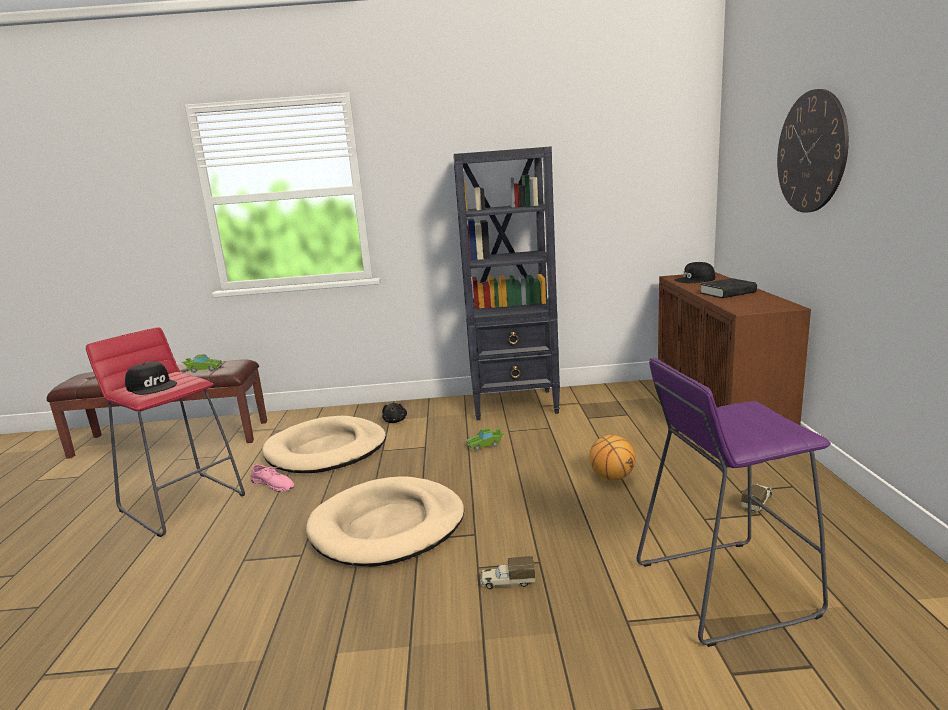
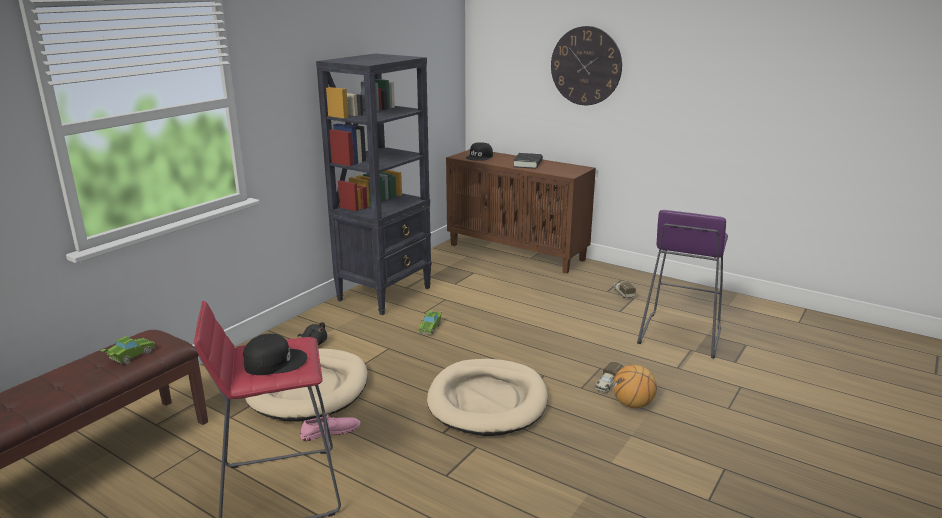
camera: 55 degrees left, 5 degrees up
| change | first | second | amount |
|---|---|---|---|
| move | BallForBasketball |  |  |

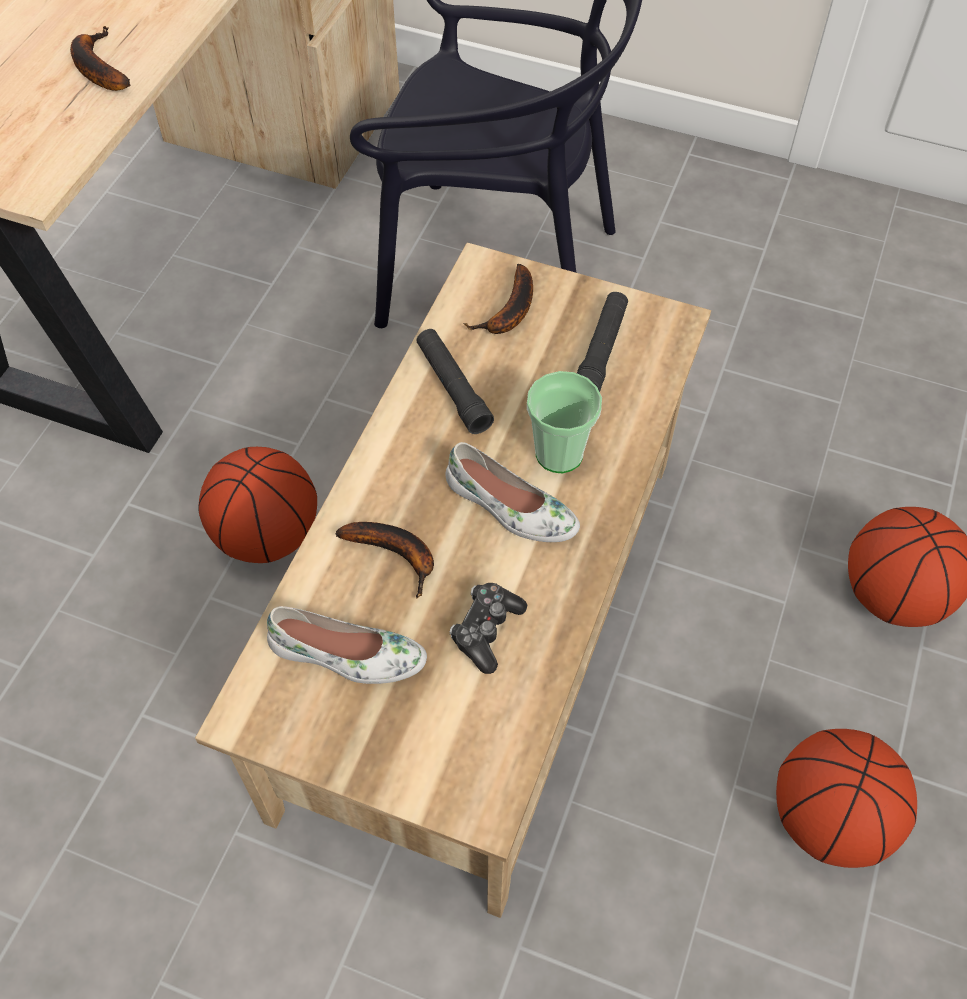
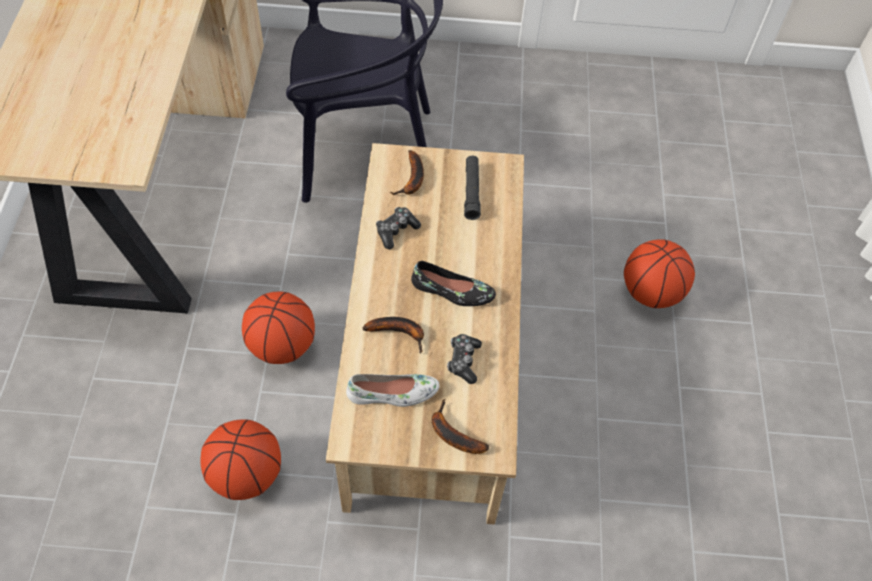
camera: 20 degrees left, 0 degrees up
| change | first | second | amount |
|---|---|---|---|
| move | BananaFruit (1st from left in the first image) | BananaFruit (3rd from left) |  |
| replace | BlackishFlashlight (1st from left) | Gamepad (1st from left) |  |
| delete | SmallCup |  |  |
| recolor | WhiteItemOfFootwear (2nd from left) | BlackishItemOfFootwear |  |
| move | BallForBasketball (2nd from left in the first image) | BallForBasketball (1st from left) |  |

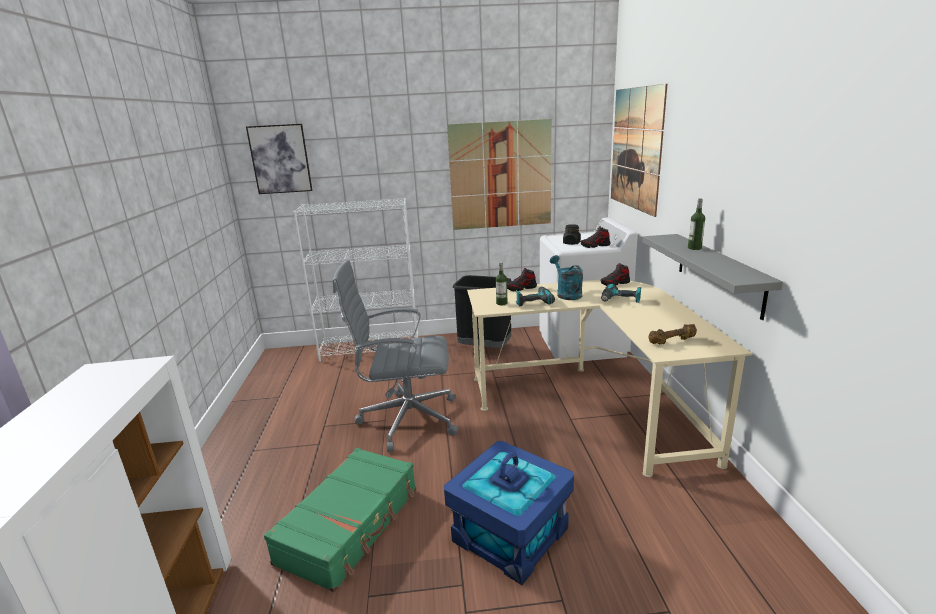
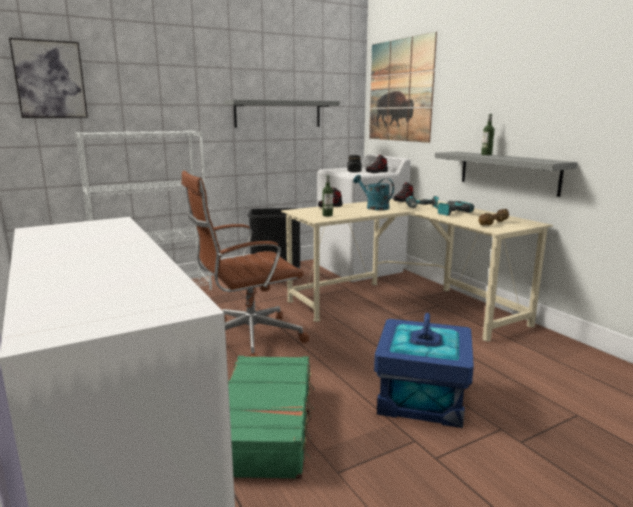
camera: 25 degrees left, 5 degrees down
| change | first | second | amount |
|---|---|---|---|
| replace | Picture (2nd from left) | GreyishShelf (1st from left) |  |
| recolor | GreyishOfficeChair | BrownishOfficeChair |  |
| move | ElectricDrill (1st from left in the first image) | ElectricDrill (2nd from left) |  |

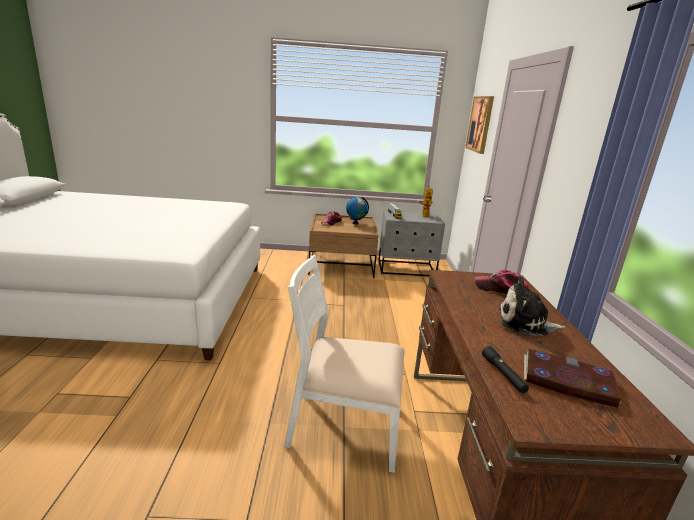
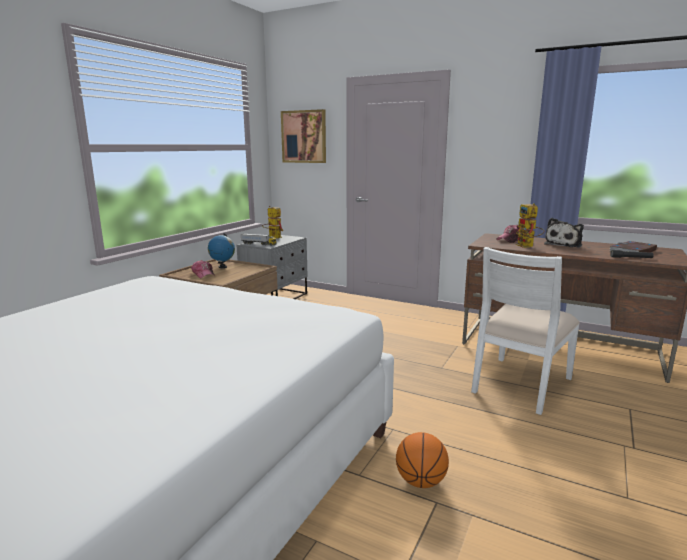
camera: 60 degrees left, 5 degrees down
| change | first | second | amount |
|---|---|---|---|
| insert |  | ToyRobot (2nd from left) |  |
| insert |  | BallForBasketball |  |

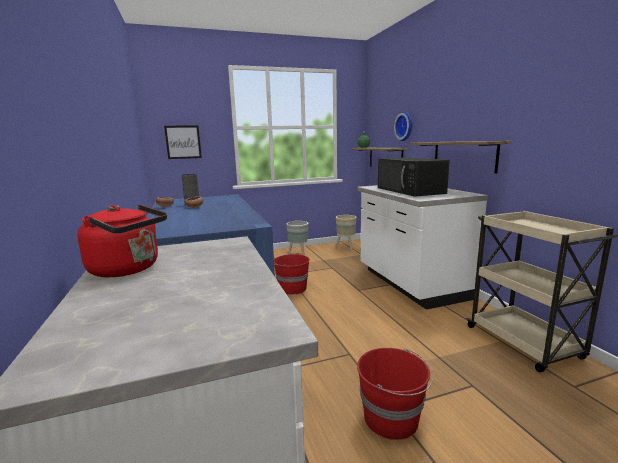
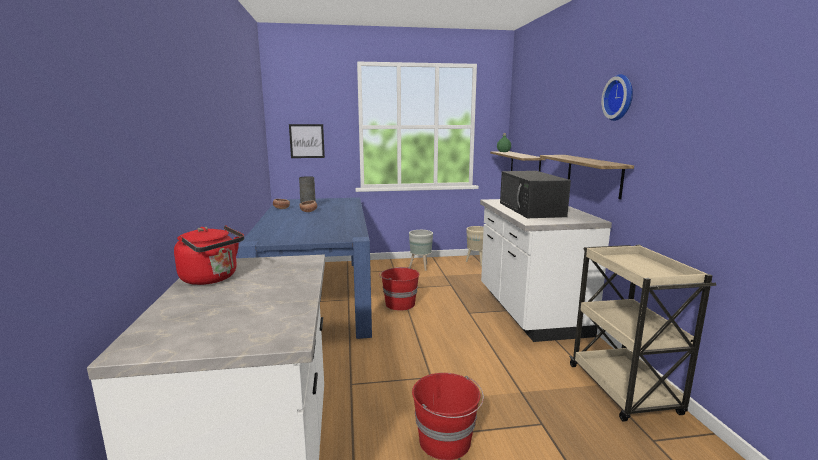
camera: 10 degrees right, 0 degrees up
| change | first | second | amount |
|---|---|---|---|
| move | ClockOnTheWall |  |  |

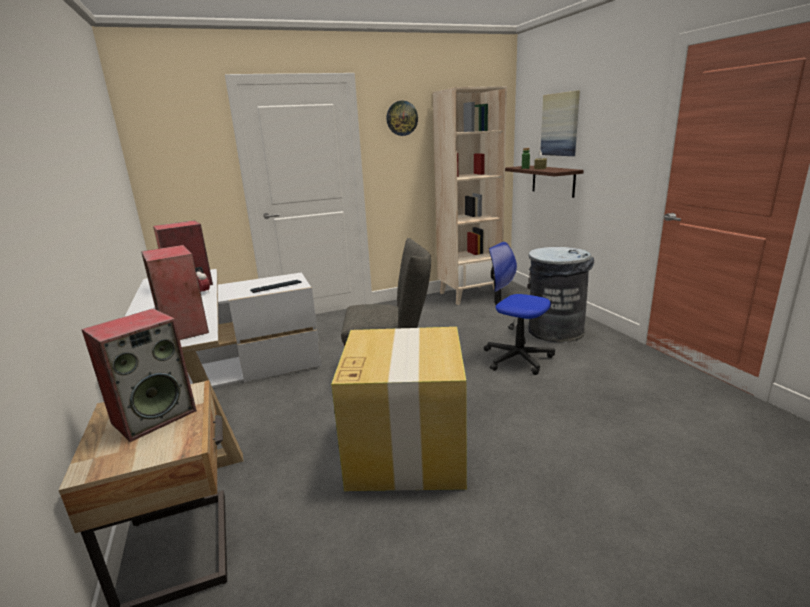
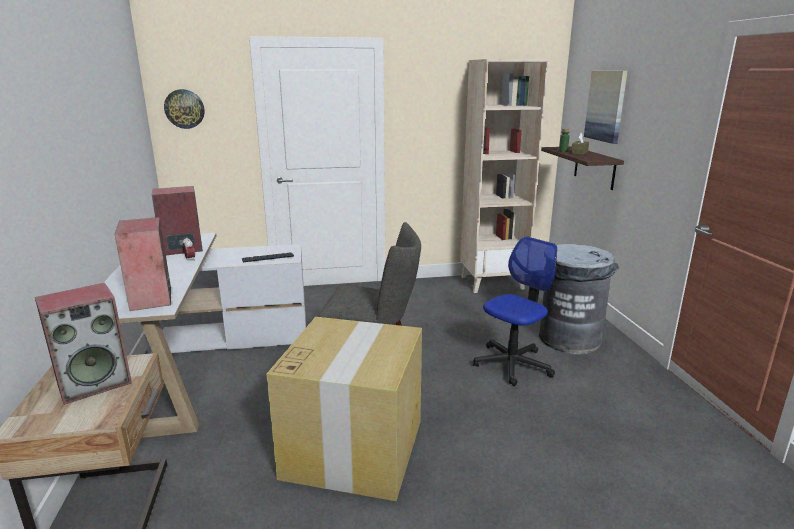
camera: 10 degrees right, 0 degrees up
| change | first | second | amount |
|---|---|---|---|
| move | ClockOnTheWall |  |  |
| rotate | OfficeChair |  | 90 degrees clockwise |

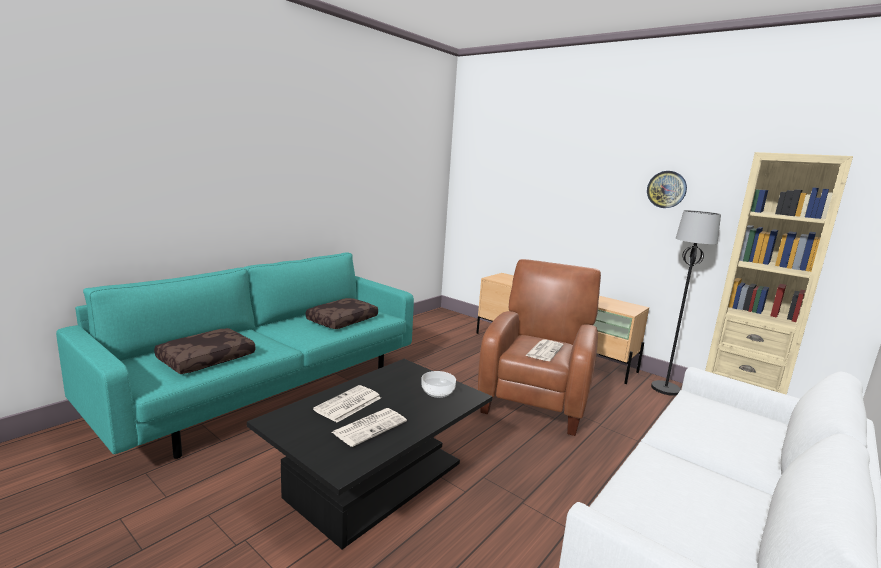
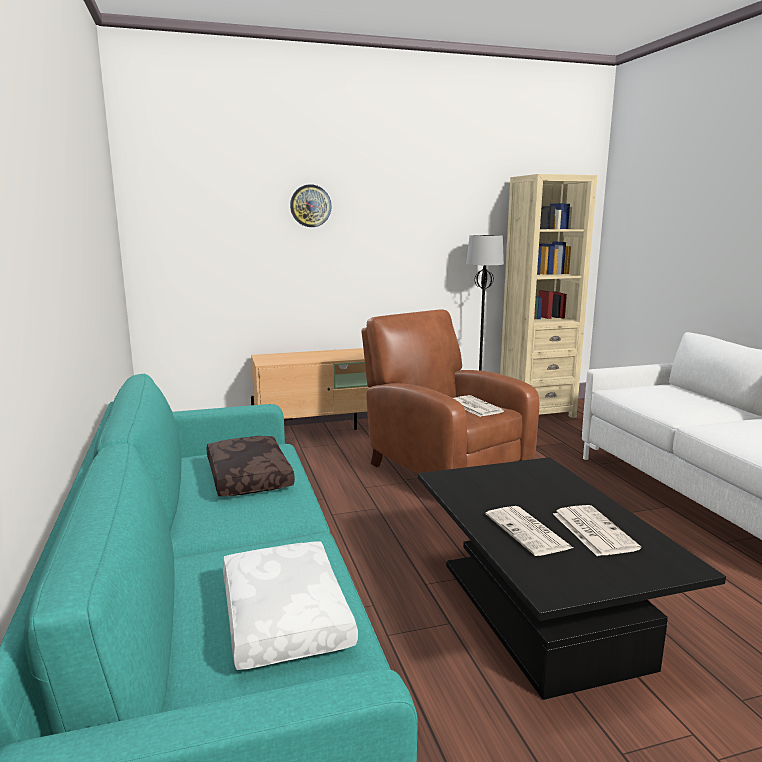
camera: 55 degrees left, 0 degrees up
| change | first | second | amount |
|---|---|---|---|
| move | ClockOnTheWall |  |  |
| recolor | BrownishThrowPillow (1st from left) | WhiteThrowPillow |  |
| delete | ServingBowl |  |  |

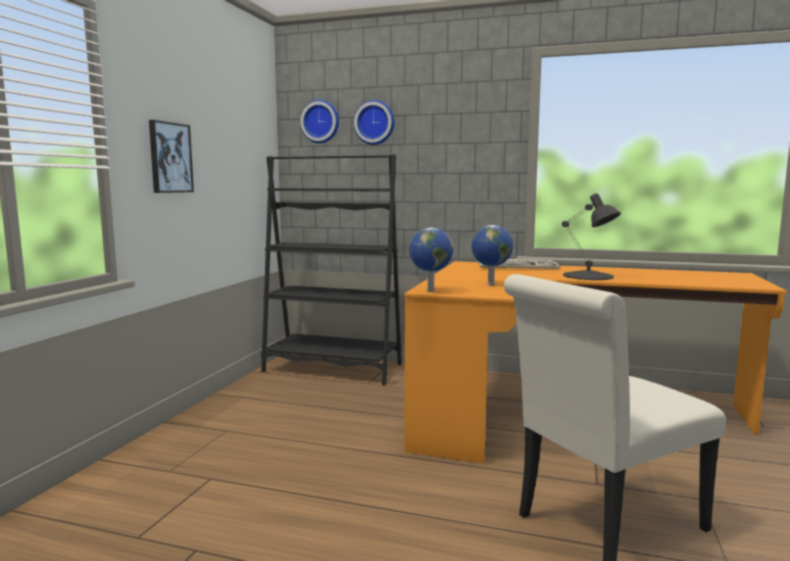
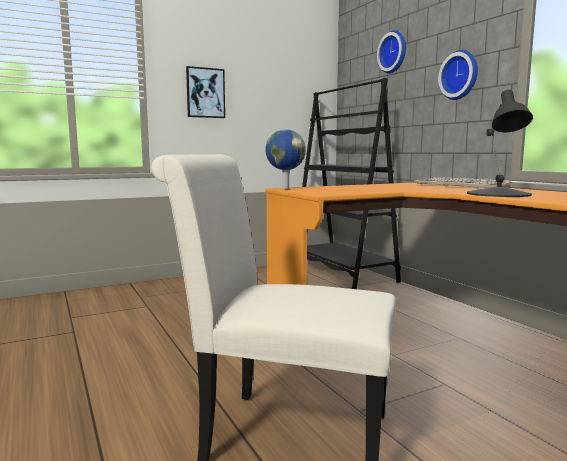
camera: 45 degrees right, 0 degrees up
| change | first | second | amount |
|---|---|---|---|
| move | ClockOnTheWall (1st from left in the first image) | ClockOnTheWall (2nd from left) |  |
| delete | DeskGlobe (2nd from left) |  |  |

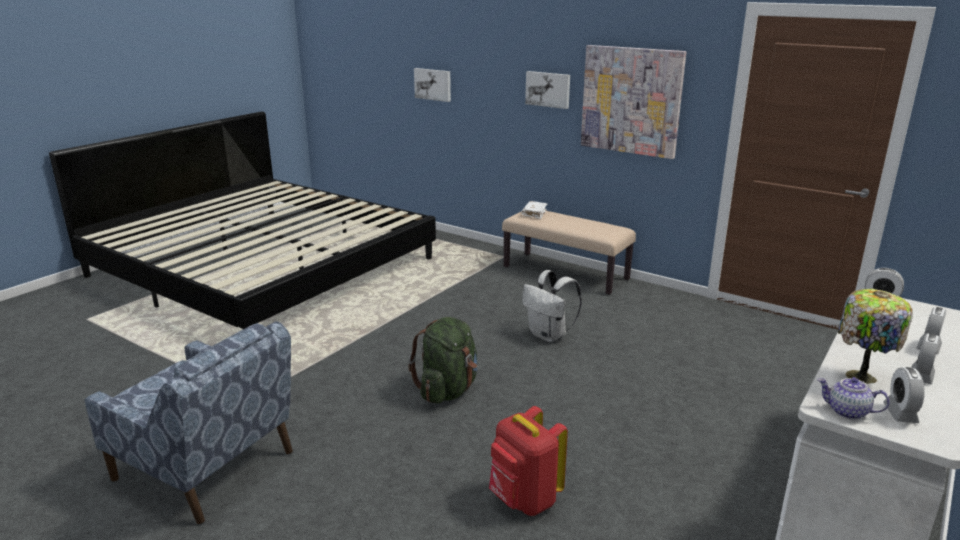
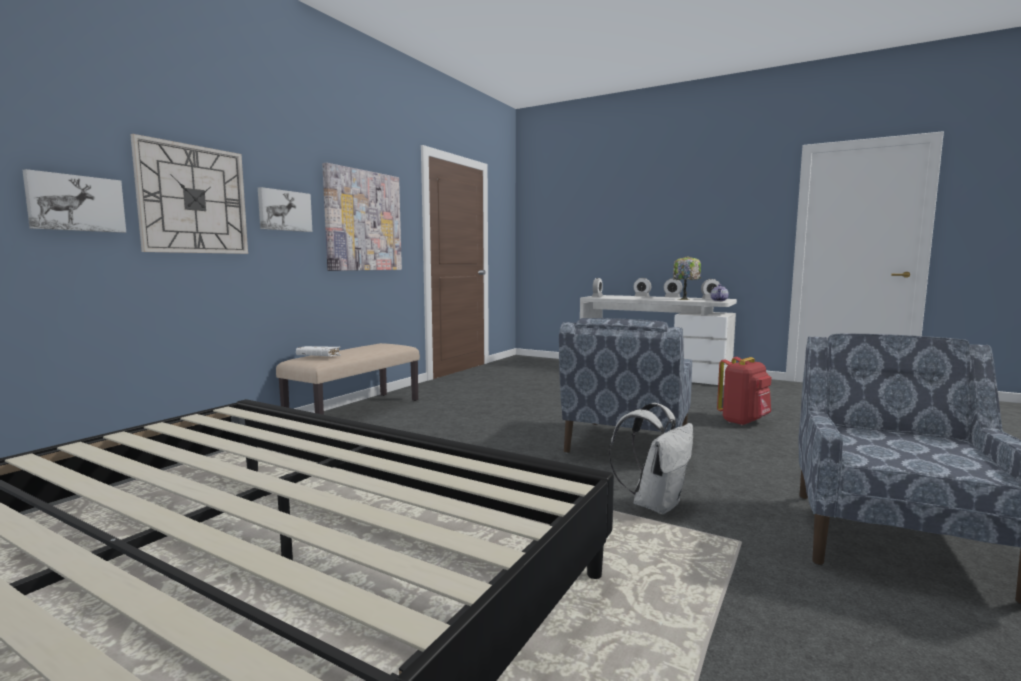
camera: 95 degrees left, 15 degrees down
| change | first | second | amount |
|---|---|---|---|
| move | WhiteKnapsack |  |  |
| replace | GreenKnapsack | BlueColouredEasyChair (1st from left) |  |
| insert |  | ClockOnTheWall |  |

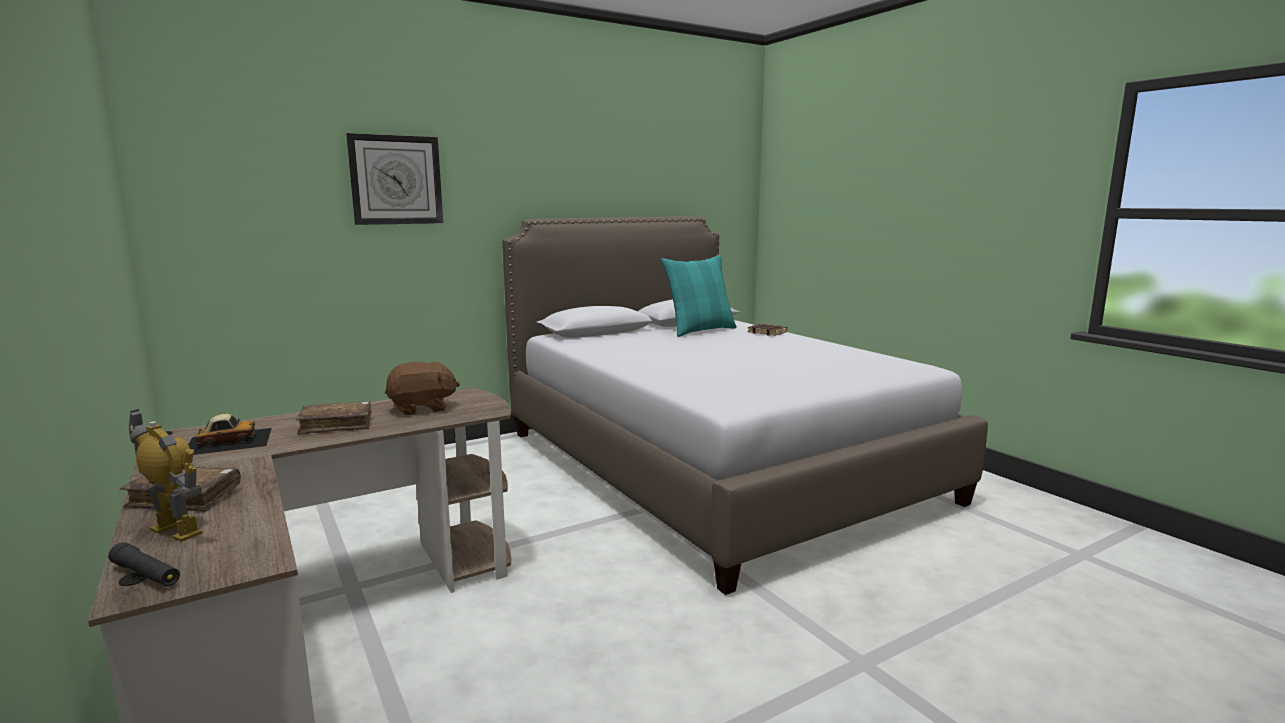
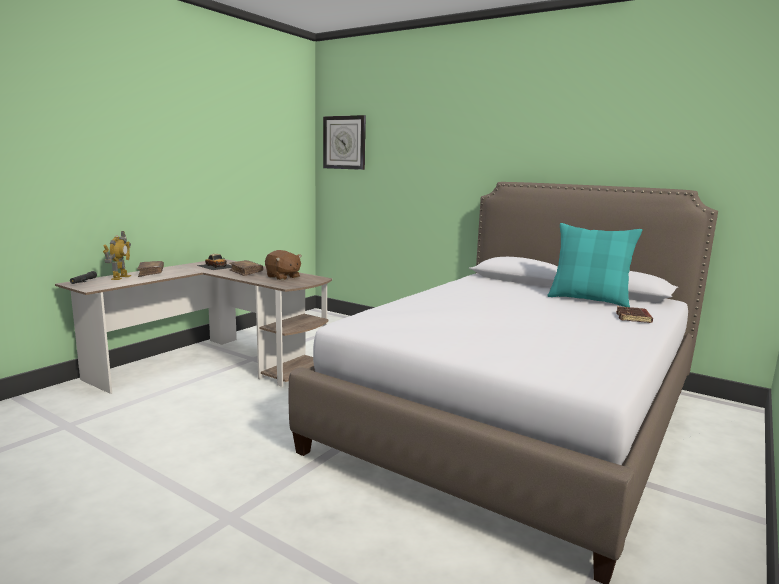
camera: 65 degrees right, 0 degrees up
| change | first | second | amount |
|---|---|---|---|
| move | ClockOnTheWall |  |  |

